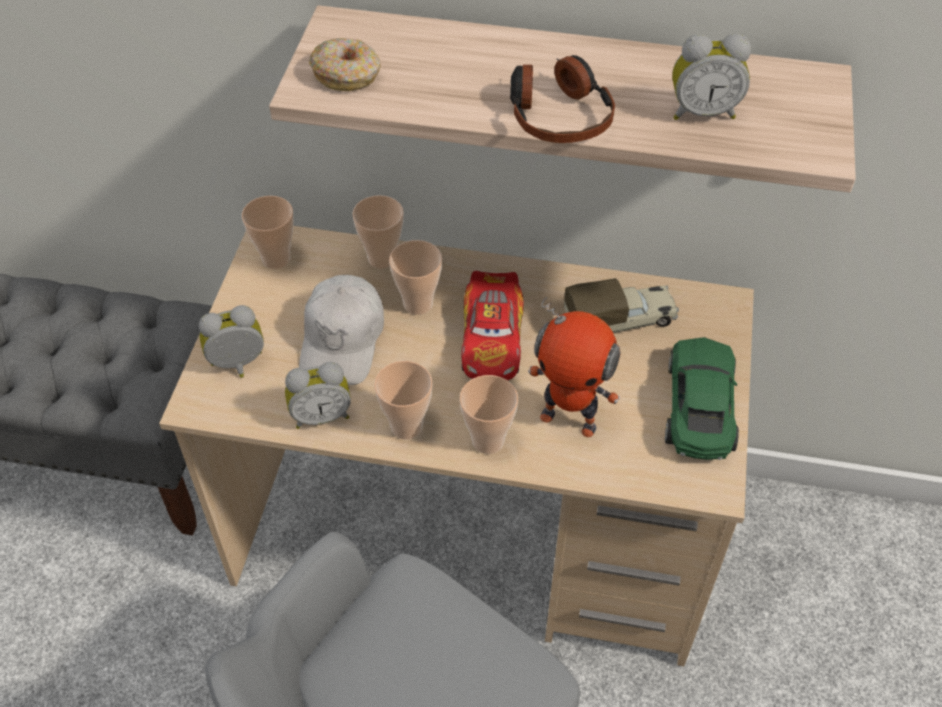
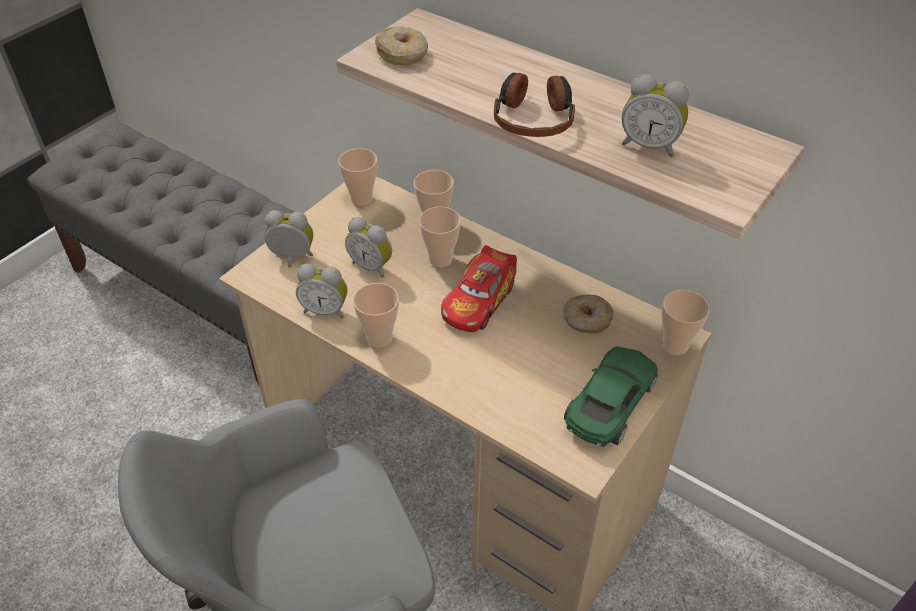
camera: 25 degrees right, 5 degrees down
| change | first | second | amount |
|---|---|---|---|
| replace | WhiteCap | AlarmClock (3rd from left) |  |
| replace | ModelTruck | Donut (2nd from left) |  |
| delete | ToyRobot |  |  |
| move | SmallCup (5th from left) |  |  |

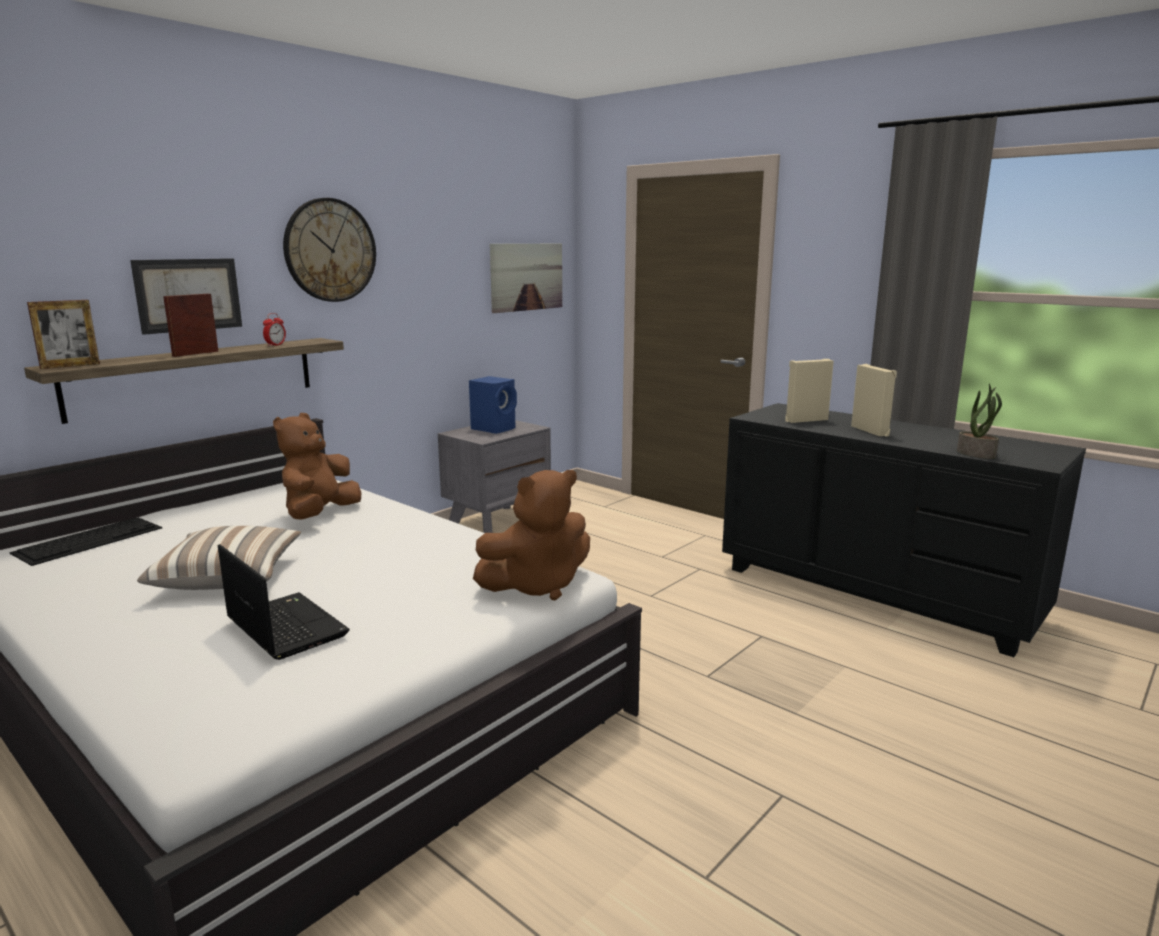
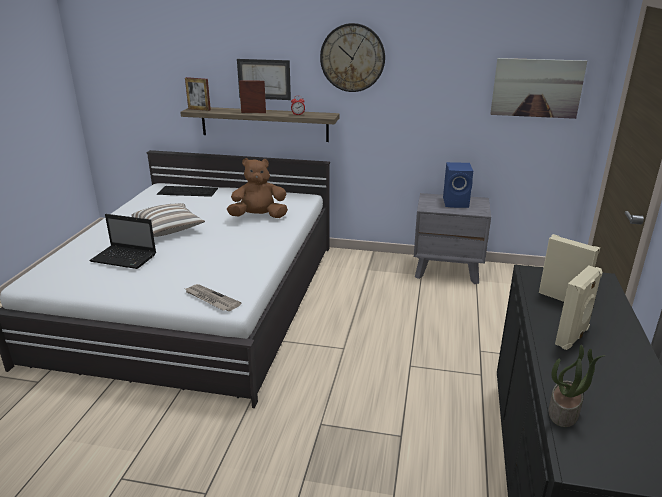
camera: 60 degrees right, 10 degrees up
| change | first | second | amount |
|---|---|---|---|
| replace | BrownishCuddlyToy (2nd from left) | PrintedPaper |  |
| rotate | NotebookComputer |  | 90 degrees clockwise |

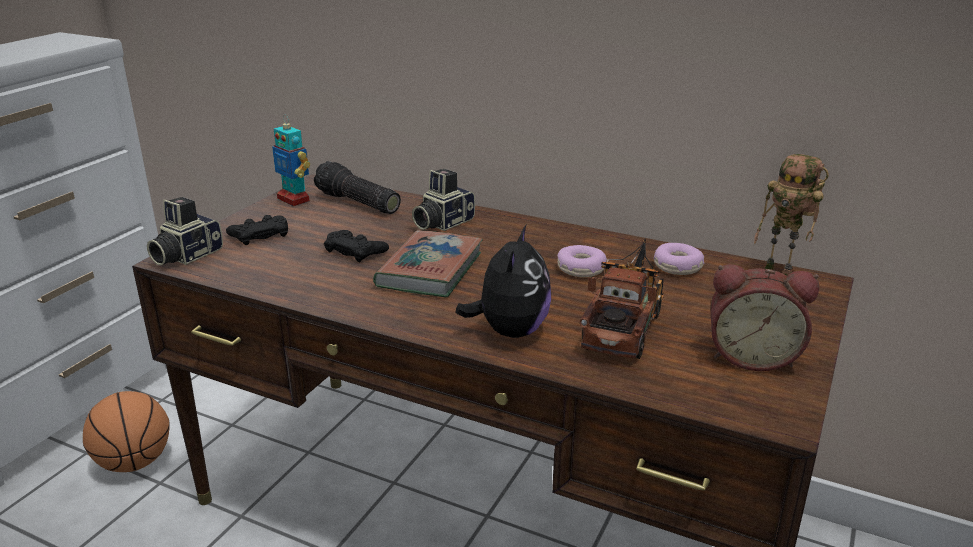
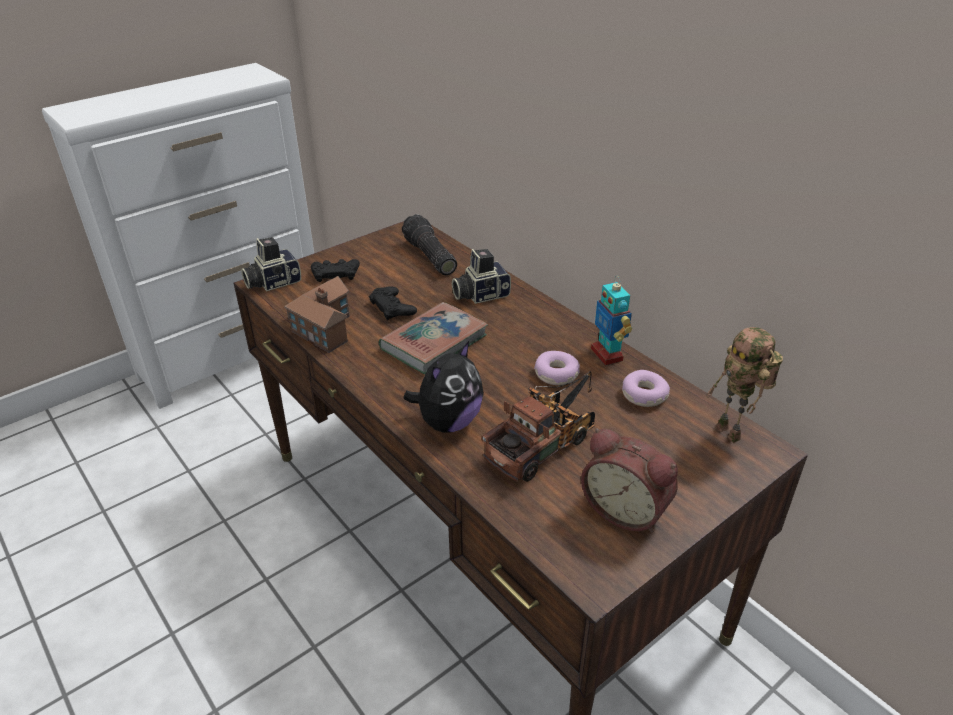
camera: 25 degrees right, 10 degrees up
| change | first | second | amount |
|---|---|---|---|
| move | ToyRobot (1st from left) |  |  |
| delete | BallForBasketball |  |  |
| insert |  | ToyHouse |  |

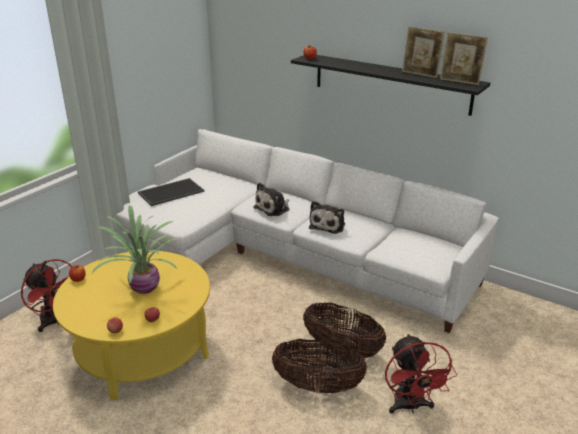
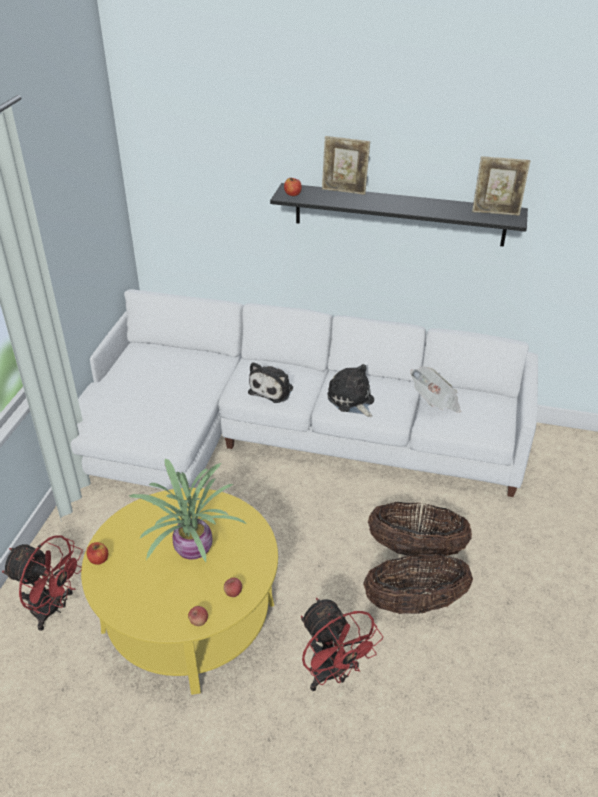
camera: 20 degrees left, 10 degrees up
| change | first | second | amount |
|---|---|---|---|
| move | PictureFrame (1st from left) |  |  |
| delete | Tray |  |  |
| rotate | CuddlyToy (2nd from left) |  | 150 degrees clockwise |
| move | RedColouredElectricFan (2nd from left) |  |  |
| insert |  | PrintedPaper |  |

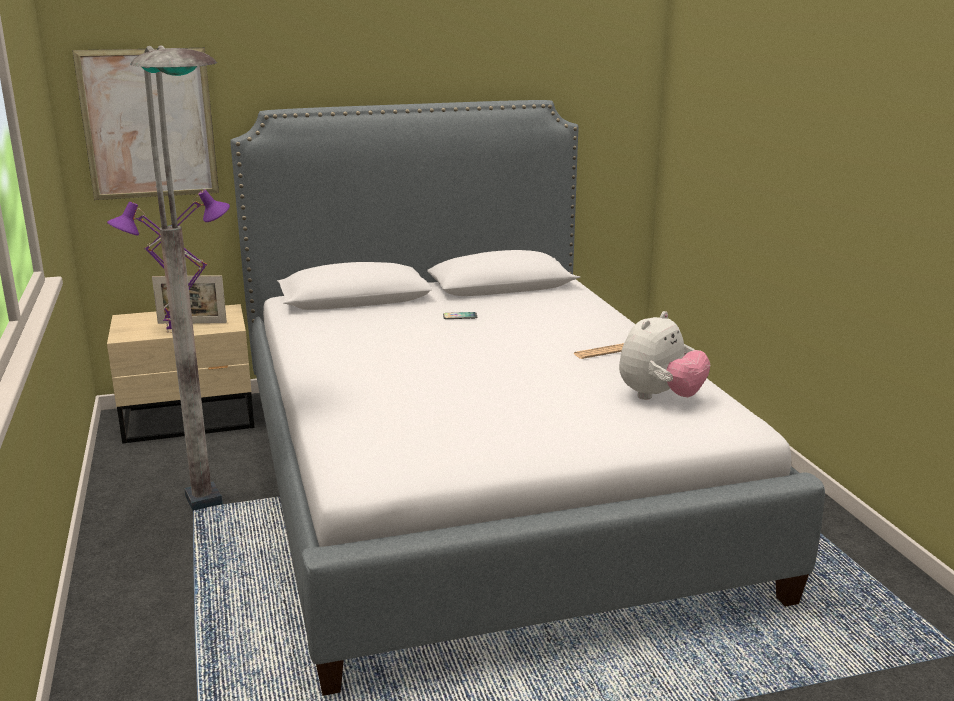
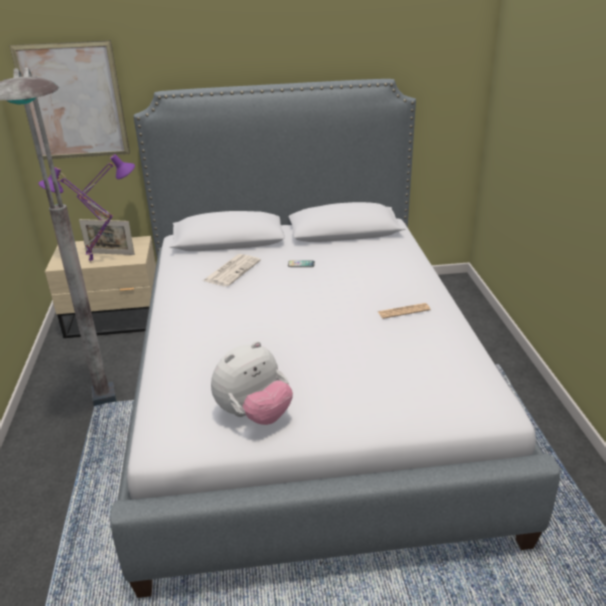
camera: 10 degrees right, 10 degrees up
| change | first | second | amount |
|---|---|---|---|
| move | CuddlyToy |  |  |
| insert |  | PrintedPaper (1st from left) |  |

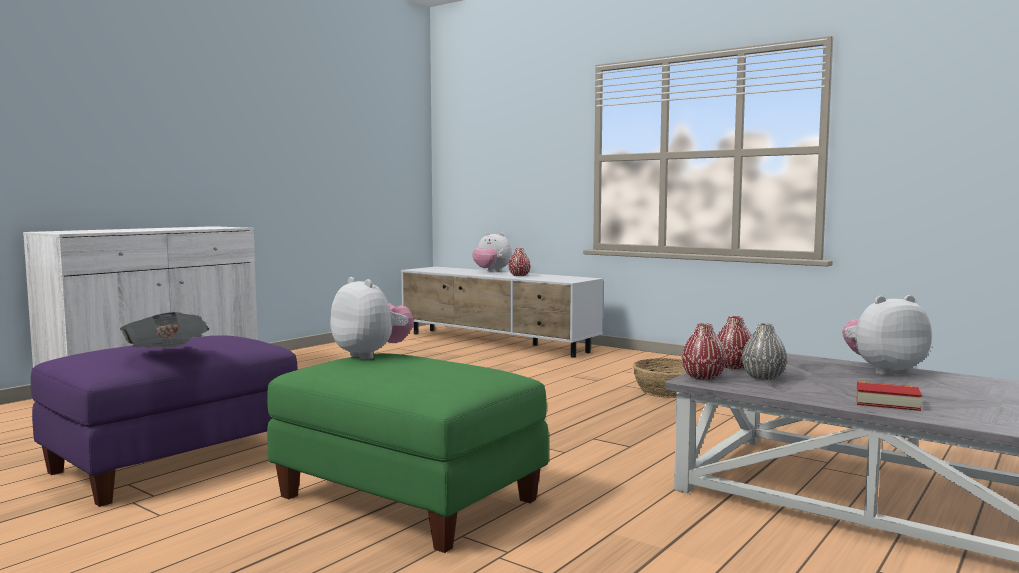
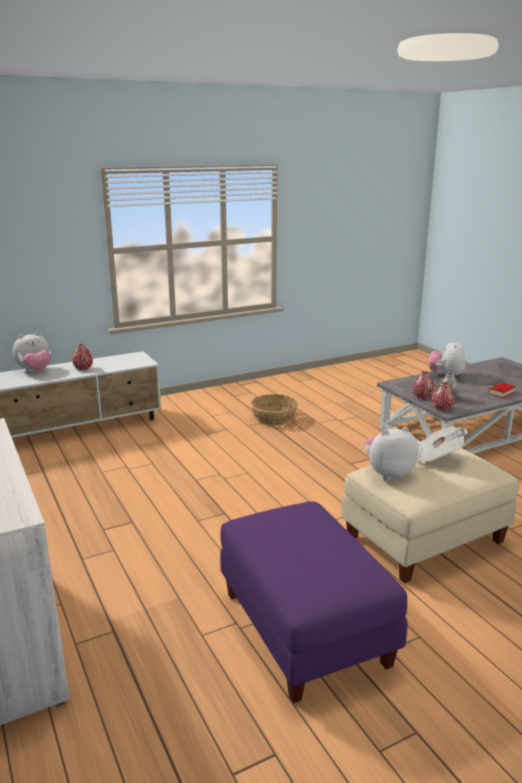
camera: 65 degrees left, 15 degrees up
| change | first | second | amount |
|---|---|---|---|
| move | PrintedPaper |  |  |
| recolor | GreenPouffe | BeigeColouredPouffe |  |

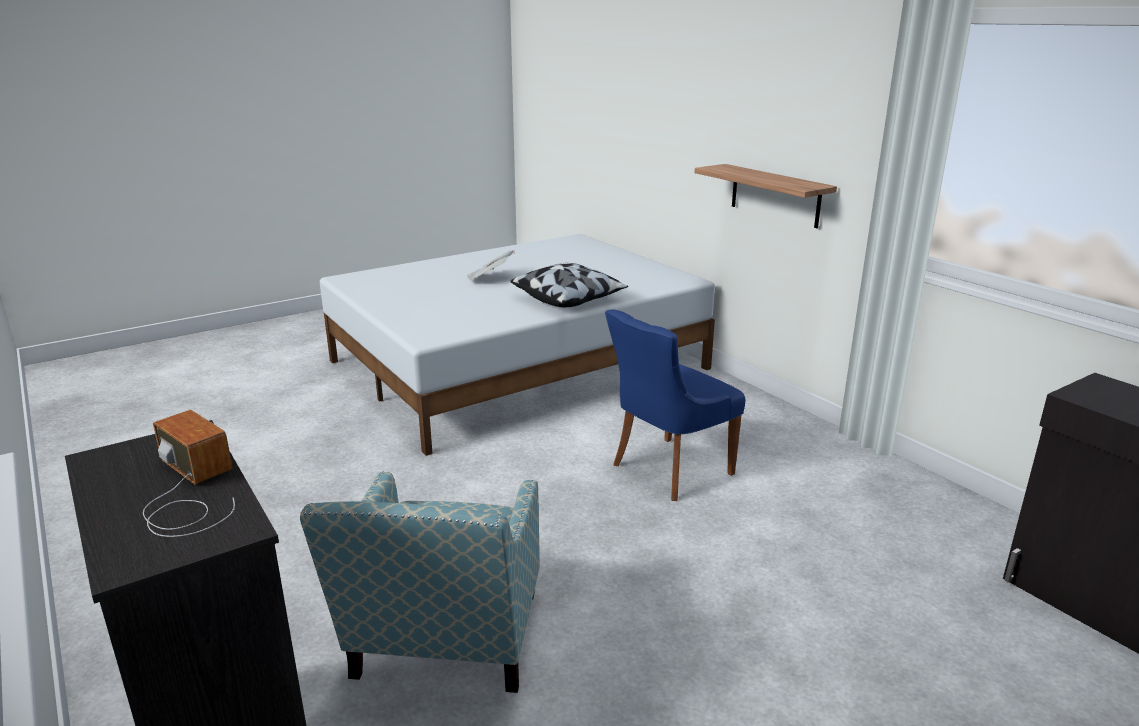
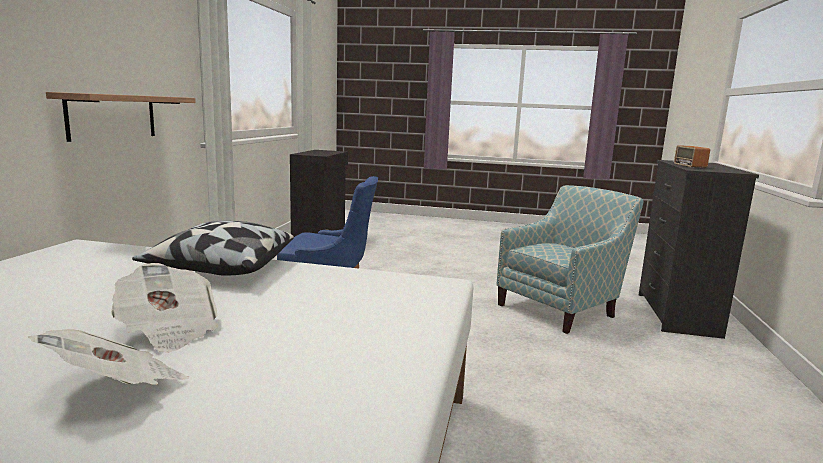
camera: 135 degrees left, 10 degrees down
| change | first | second | amount |
|---|---|---|---|
| insert |  | PrintedPaper (1st from left) |  |

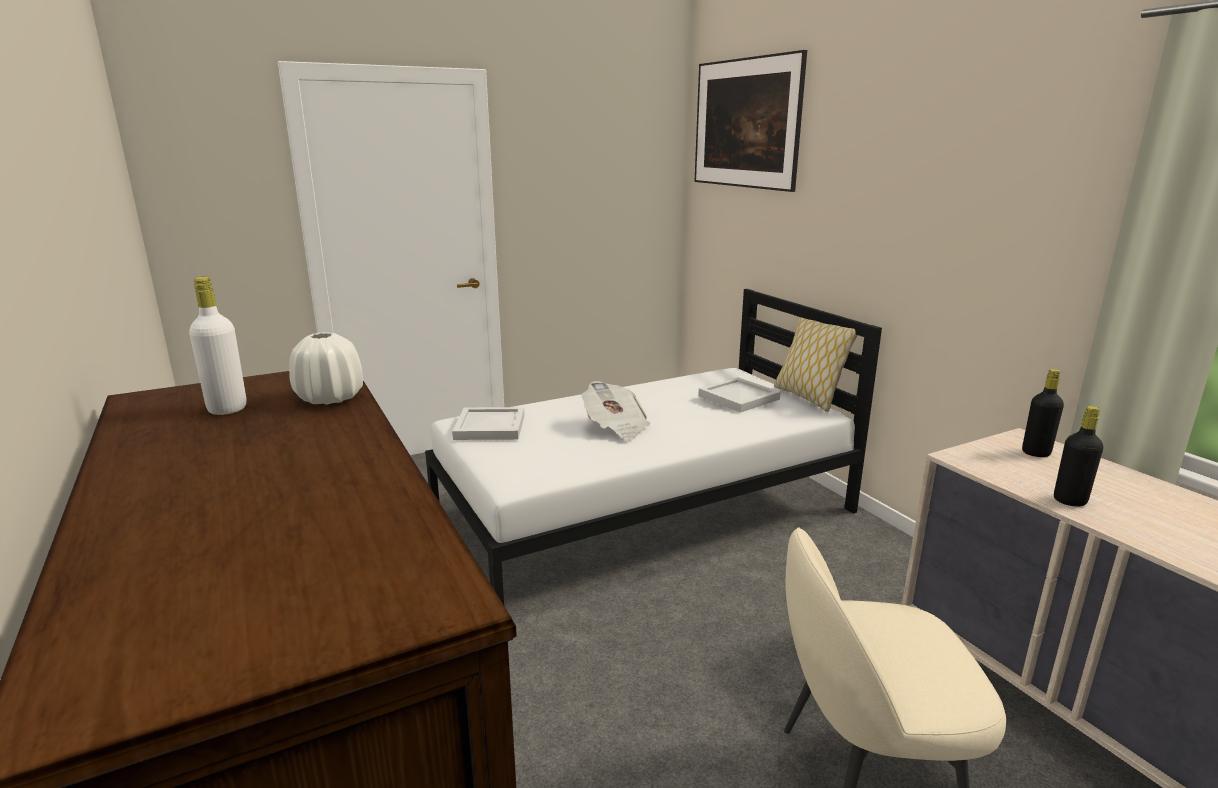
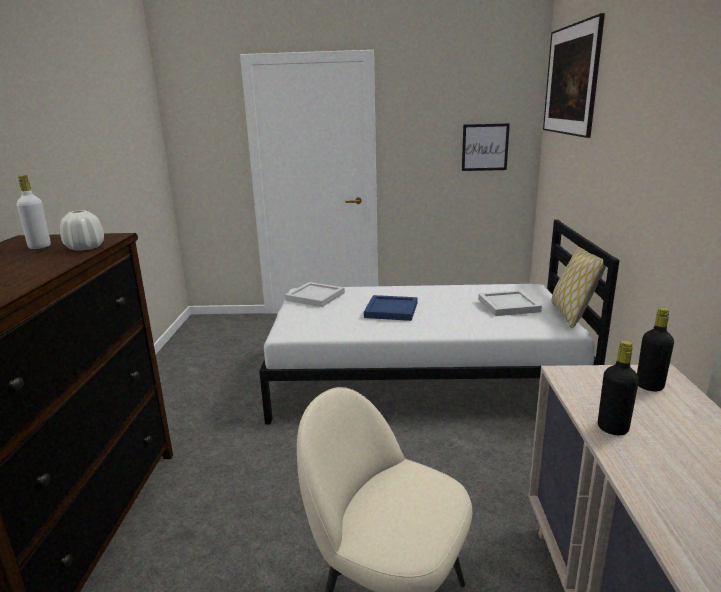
camera: 30 degrees right, 0 degrees up
| change | first | second | amount |
|---|---|---|---|
| replace | PrintedPaper | BlueColouredTray |  |
| insert |  | Picture (1st from left) |  |

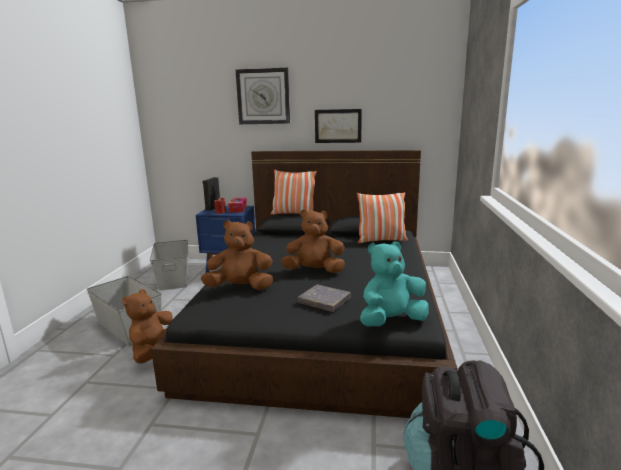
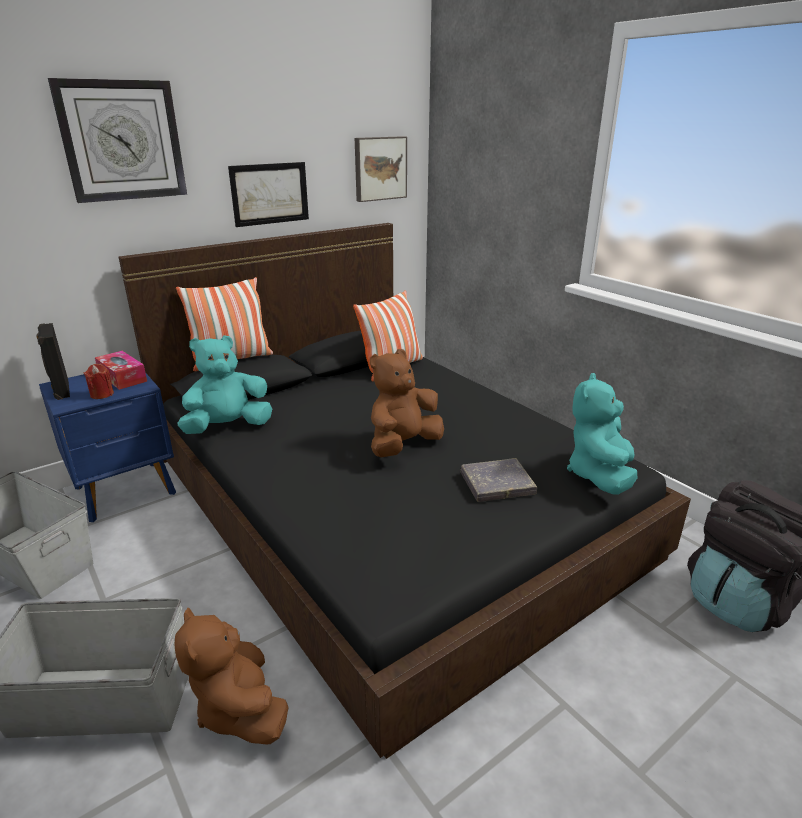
camera: 45 degrees left, 10 degrees up
| change | first | second | amount |
|---|---|---|---|
| delete | BrownishCuddlyToy (2nd from left) |  |  |
| insert |  | Picture (2nd from left) |  |
| insert |  | TurquoiseCuddlyToy (1st from left) |  |

